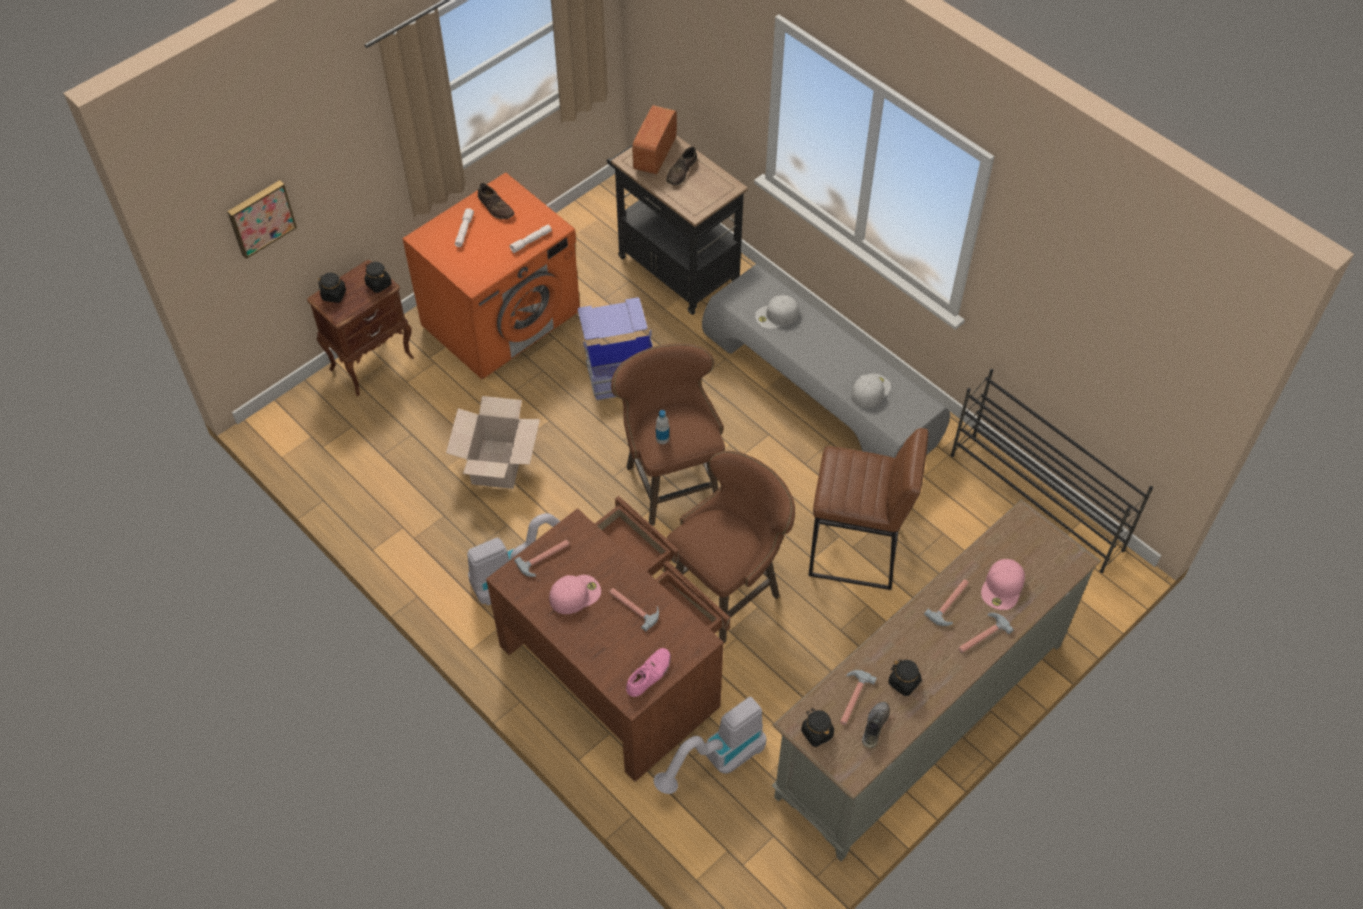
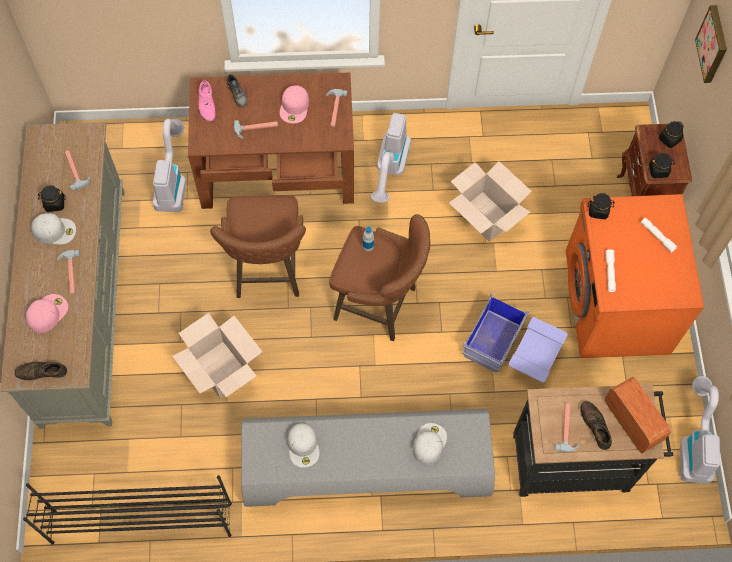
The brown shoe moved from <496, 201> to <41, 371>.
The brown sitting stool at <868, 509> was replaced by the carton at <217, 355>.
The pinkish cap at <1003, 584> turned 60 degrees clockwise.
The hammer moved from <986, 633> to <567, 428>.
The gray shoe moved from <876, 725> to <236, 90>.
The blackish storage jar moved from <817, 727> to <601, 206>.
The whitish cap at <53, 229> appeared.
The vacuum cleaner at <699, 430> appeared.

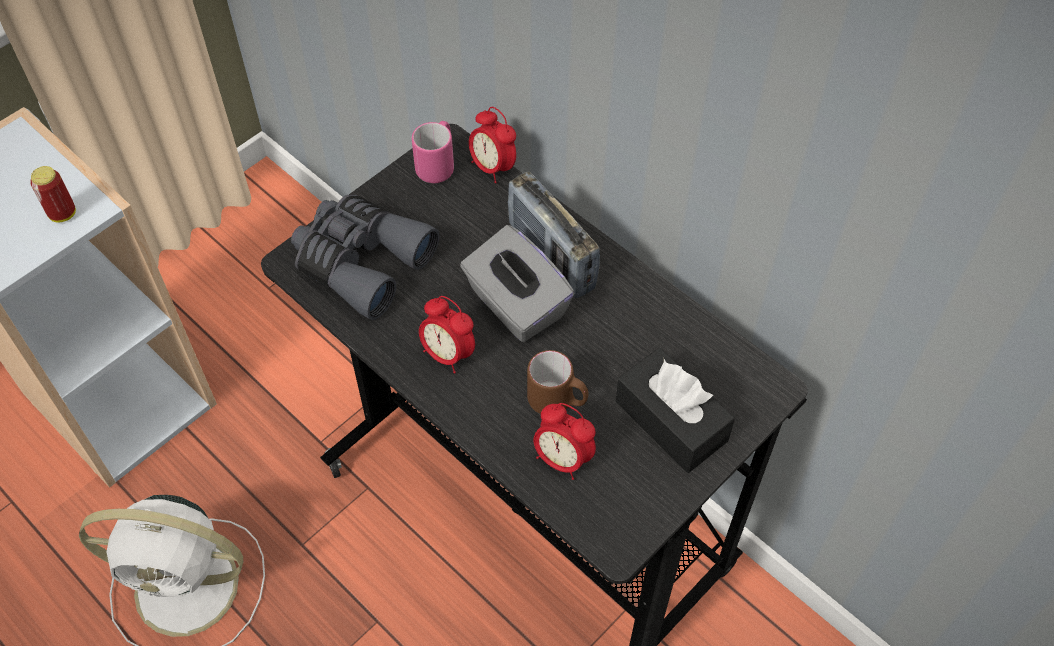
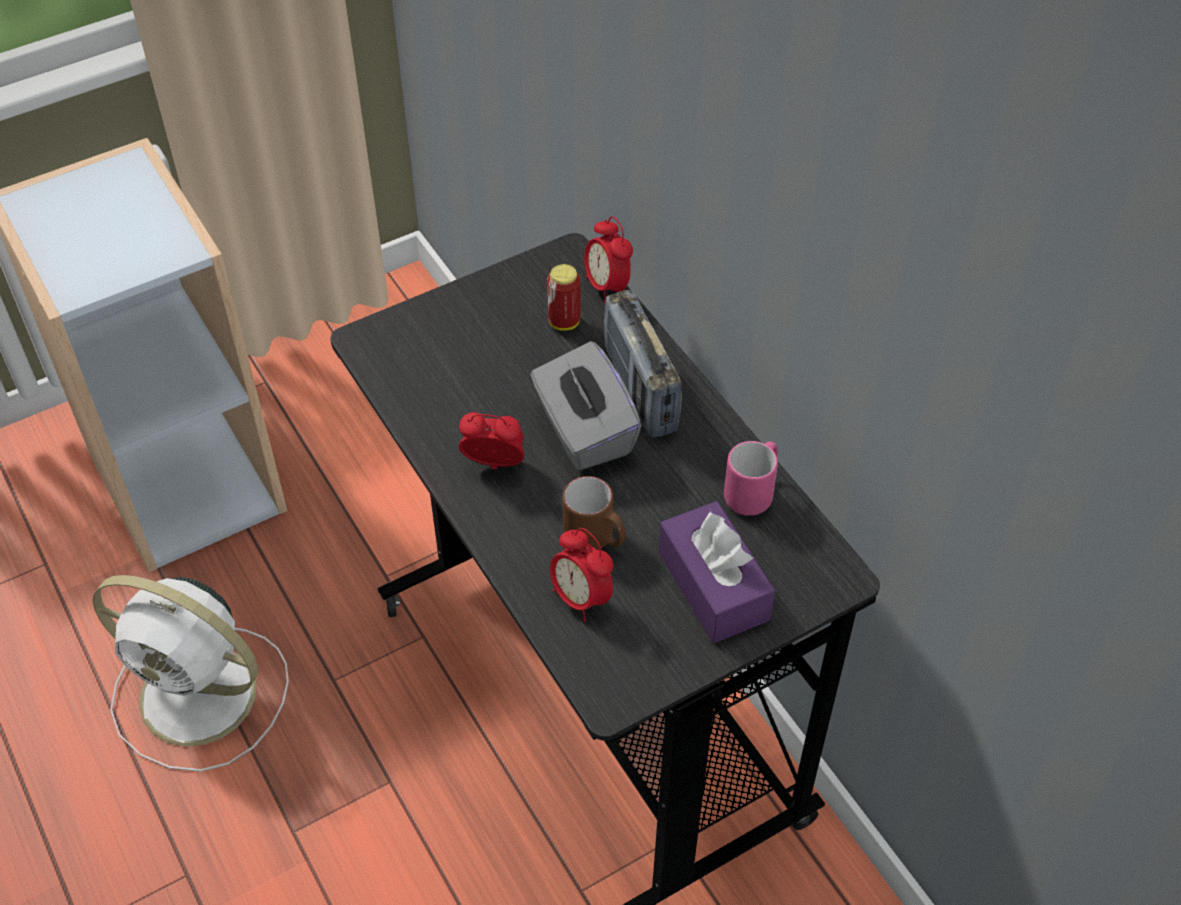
The pinkish tea mug moved from <433, 152> to <751, 478>.
The metal can moved from <53, 194> to <564, 297>.
The gray field glasses at <365, 257> disappeared.
The bedside clock at <447, 335> turned 135 degrees clockwise.
The blackish tissue holder at <675, 410> became the purple tissue holder at <717, 572>.

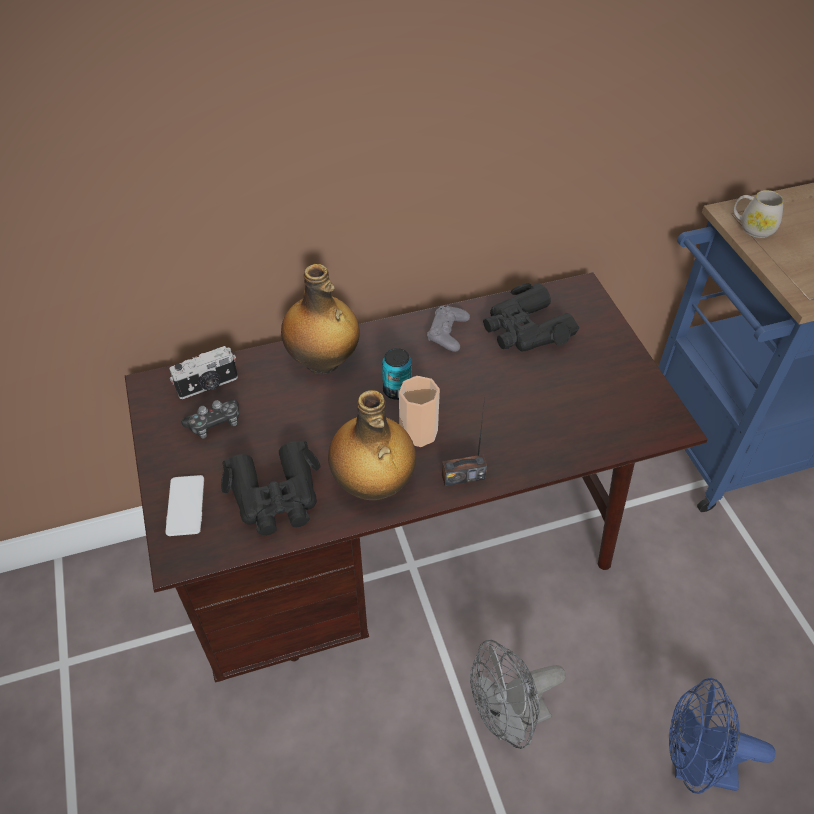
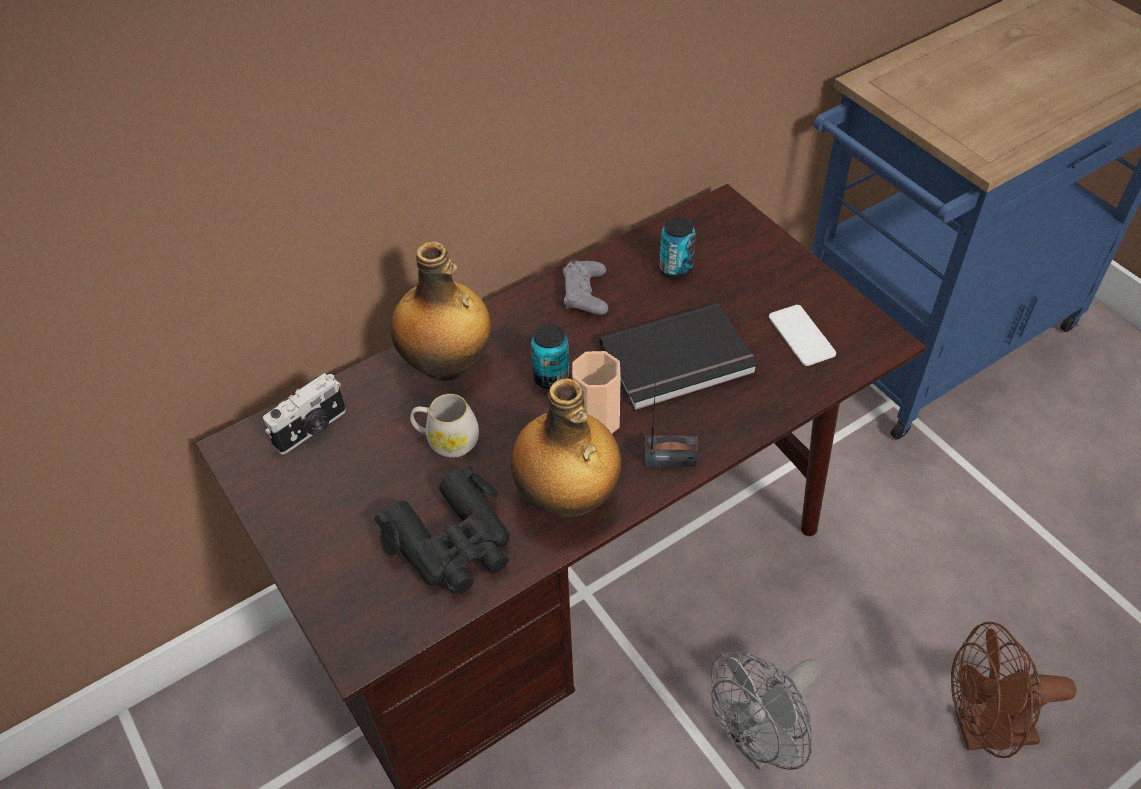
The whitish tea mug moved from <758, 214> to <444, 426>.
The blackish field glasses at <531, 317> was replaced by the metal can at <677, 248>.
The radio at <464, 442> turned 150 degrees counterclockwise.
The joypad at <210, 419> disappeared.
The phone moved from <185, 505> to <802, 335>.
The bluish fan at <722, 736> became the brown fan at <1014, 690>.
The blackish bound book at <679, 357> appeared.

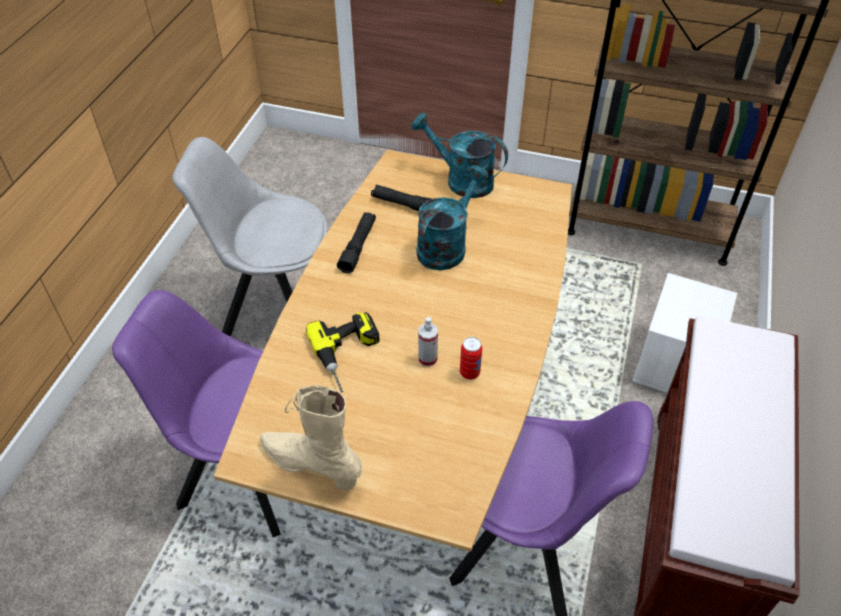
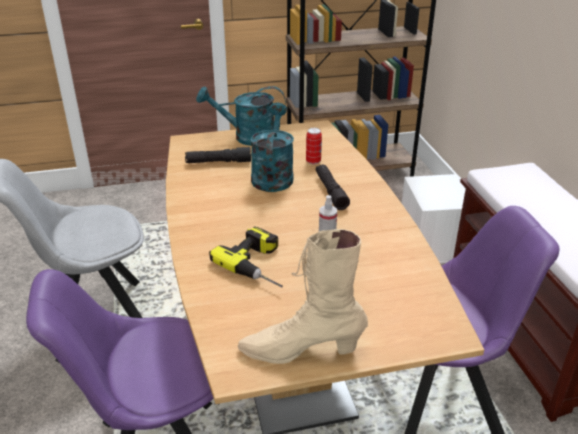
The blackish flashlight moved from <356, 242> to <333, 187>.
The metal can moved from <471, 358> to <314, 146>.

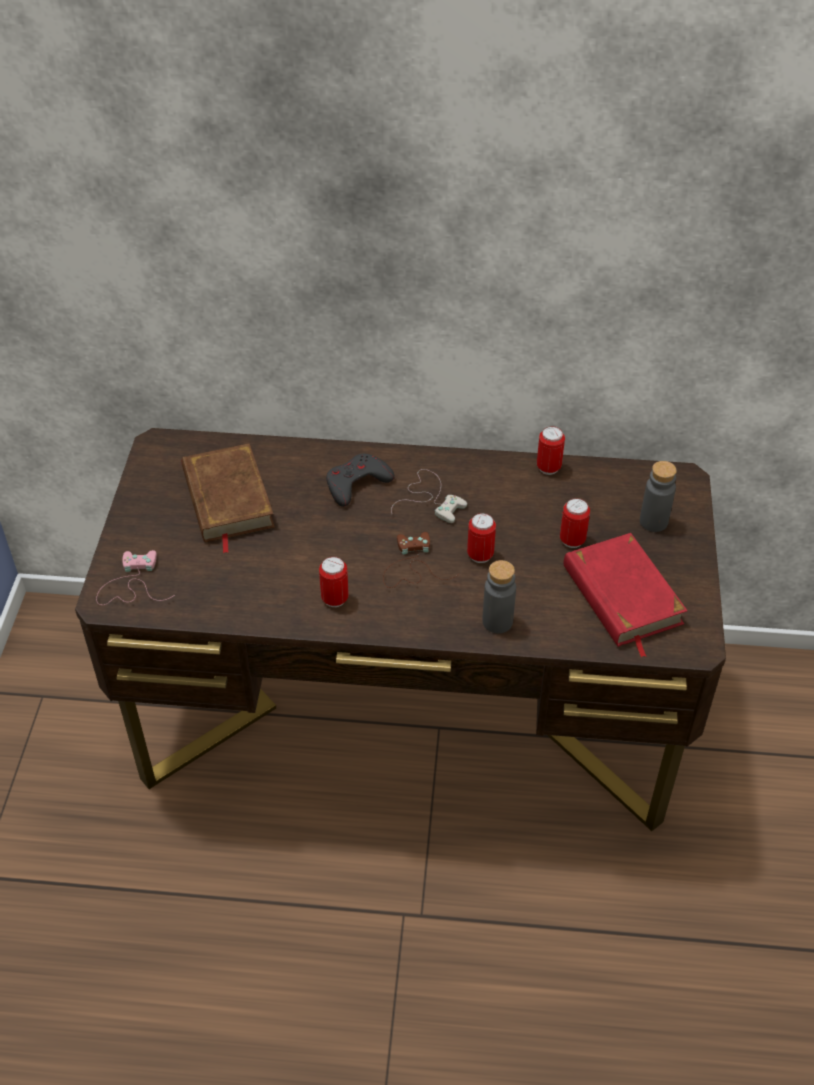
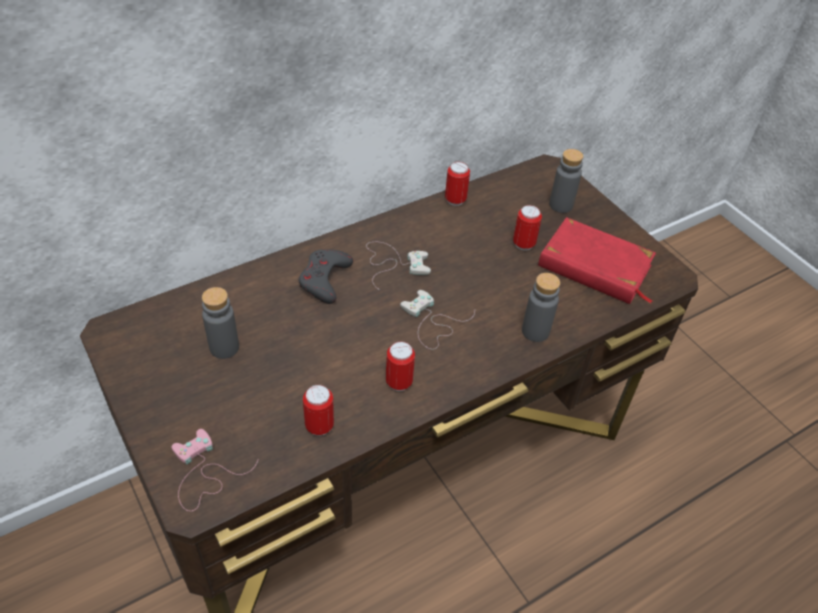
The brown bound book at <228, 498> was replaced by the gray beverage bottle at <220, 323>.
The metal can moved from <481, 538> to <318, 410>.
The brown joypad at <421, 560> became the whitish joypad at <437, 319>.

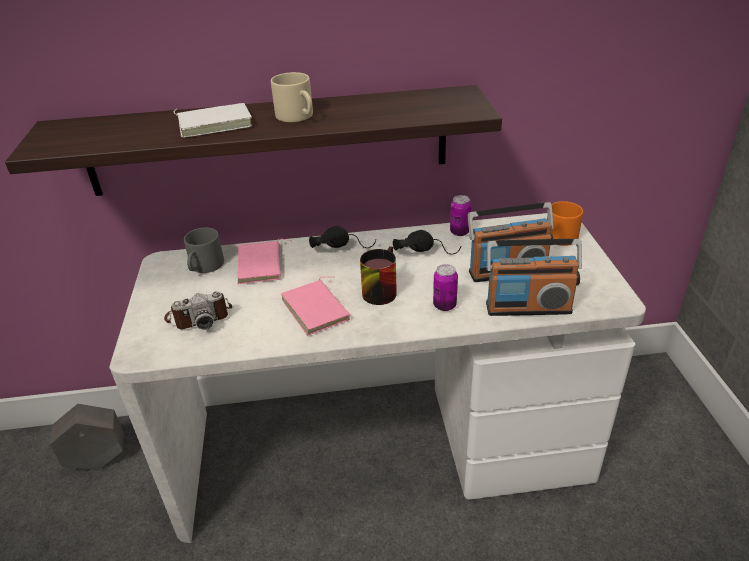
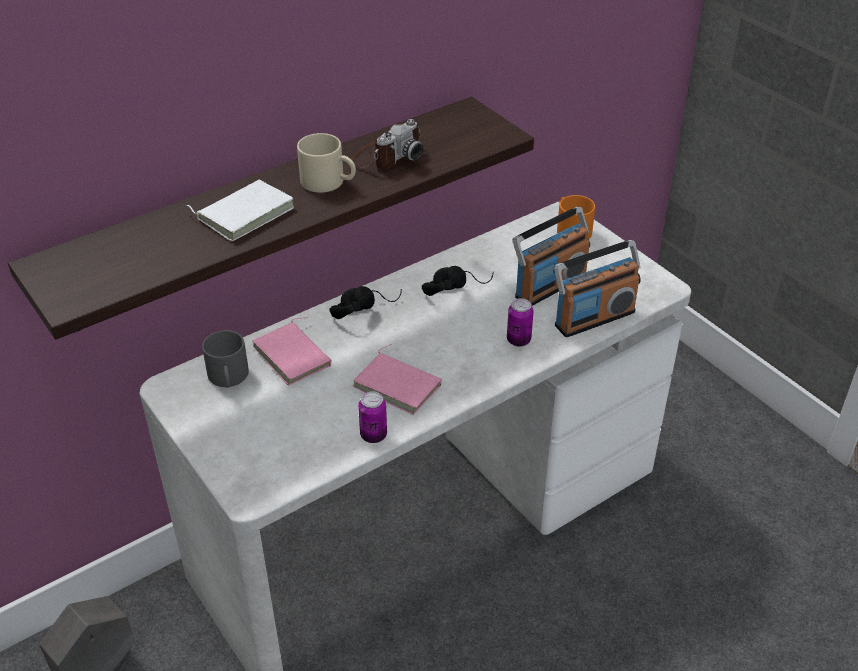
The metal can moved from <460, 215> to <372, 417>.
The tea mug at <378, 275> disappeared.
The still camera moved from <198, 310> to <387, 144>.

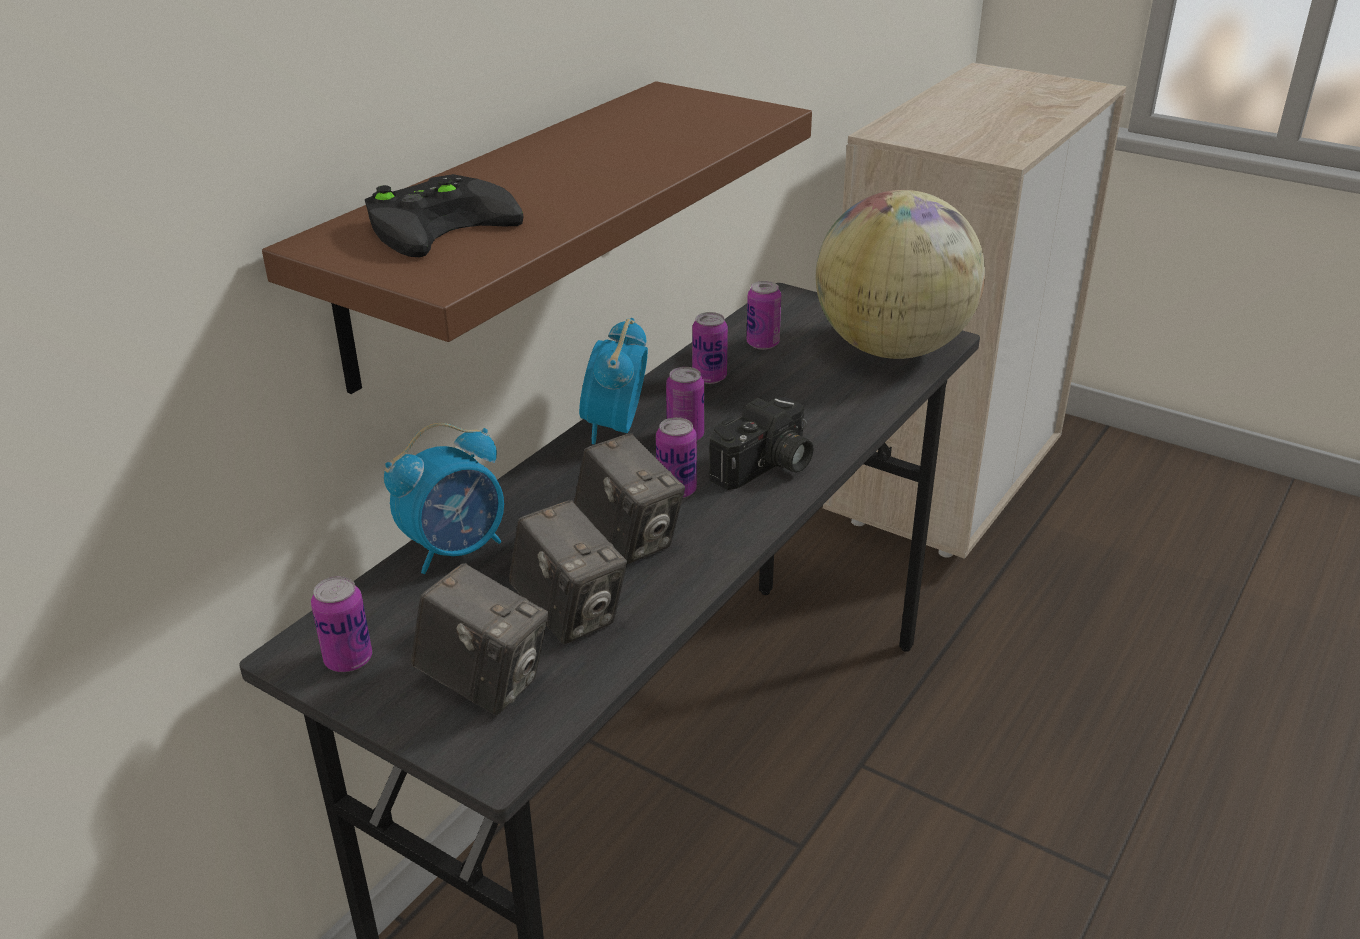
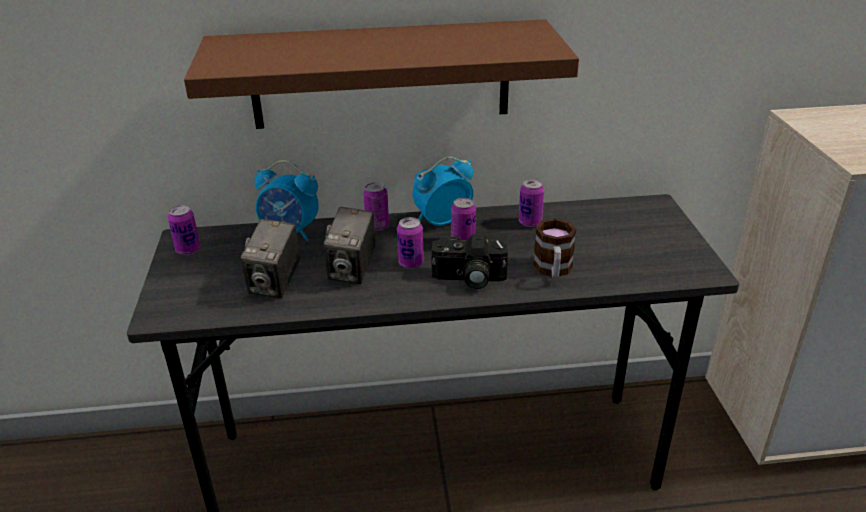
The blackish joypad at <444, 215> disappeared.
The desk globe at <900, 274> disappeared.
The metal can moved from <764, 315> to <376, 206>.
The still camera at <480, 639> disappeared.
The tea mug at <555, 248> appeared.

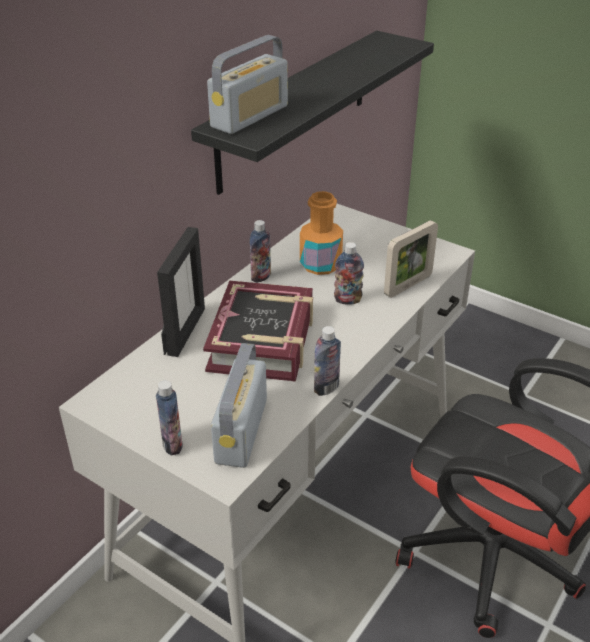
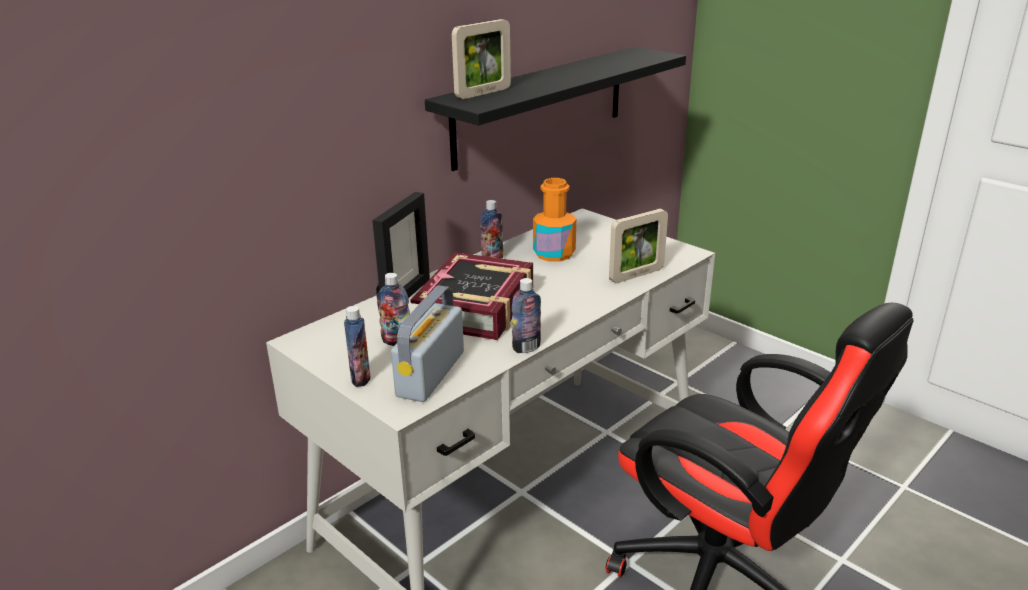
The radio at <247, 84> was replaced by the picture frame at <481, 59>.
The beverage bottle moved from <349, 273> to <393, 309>.

